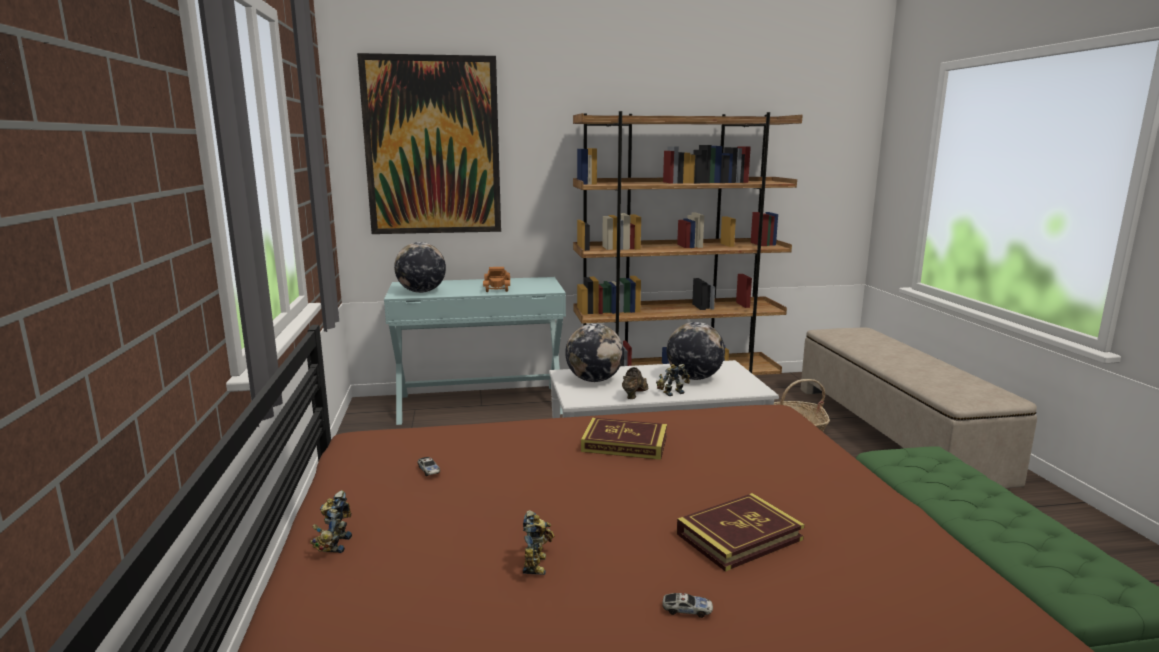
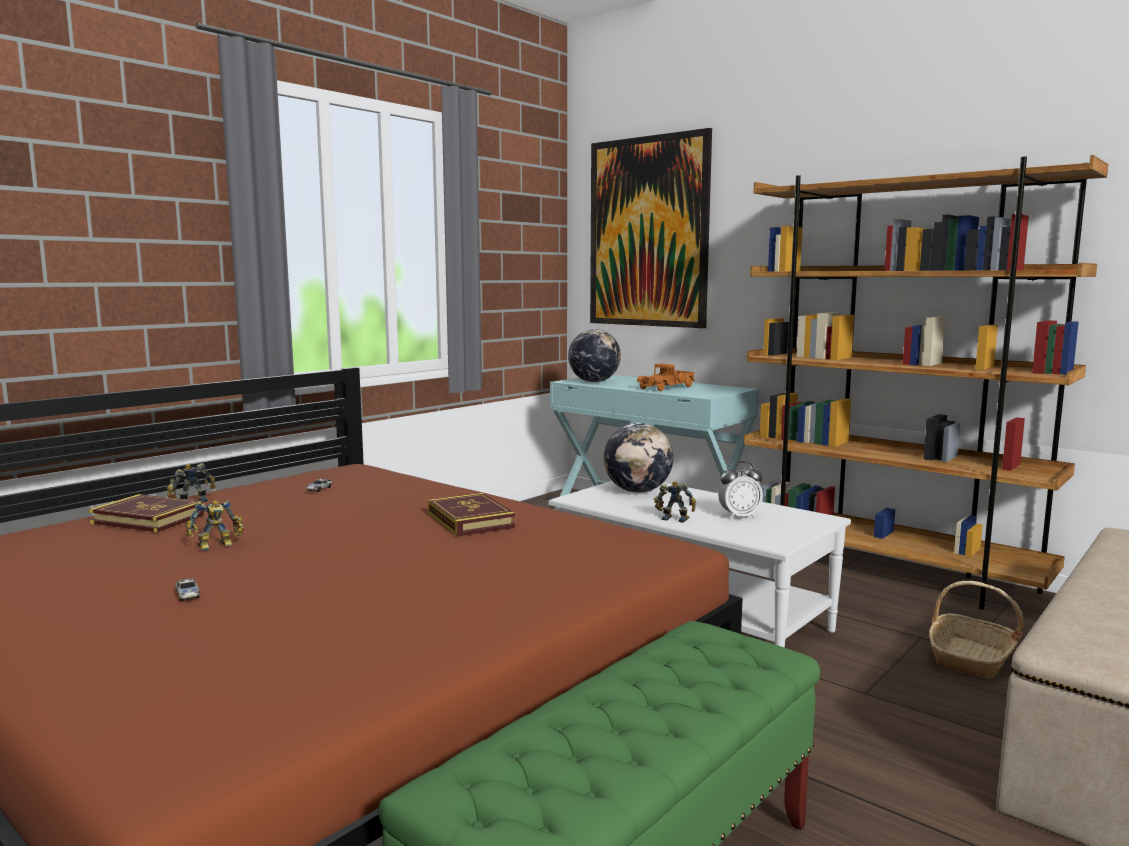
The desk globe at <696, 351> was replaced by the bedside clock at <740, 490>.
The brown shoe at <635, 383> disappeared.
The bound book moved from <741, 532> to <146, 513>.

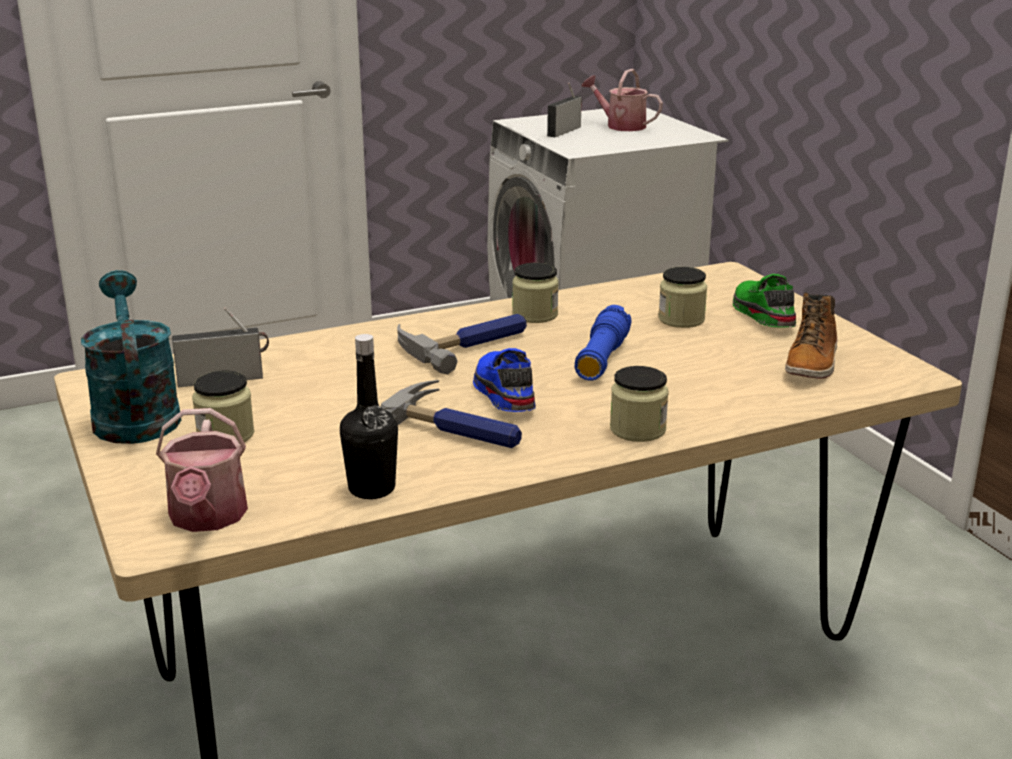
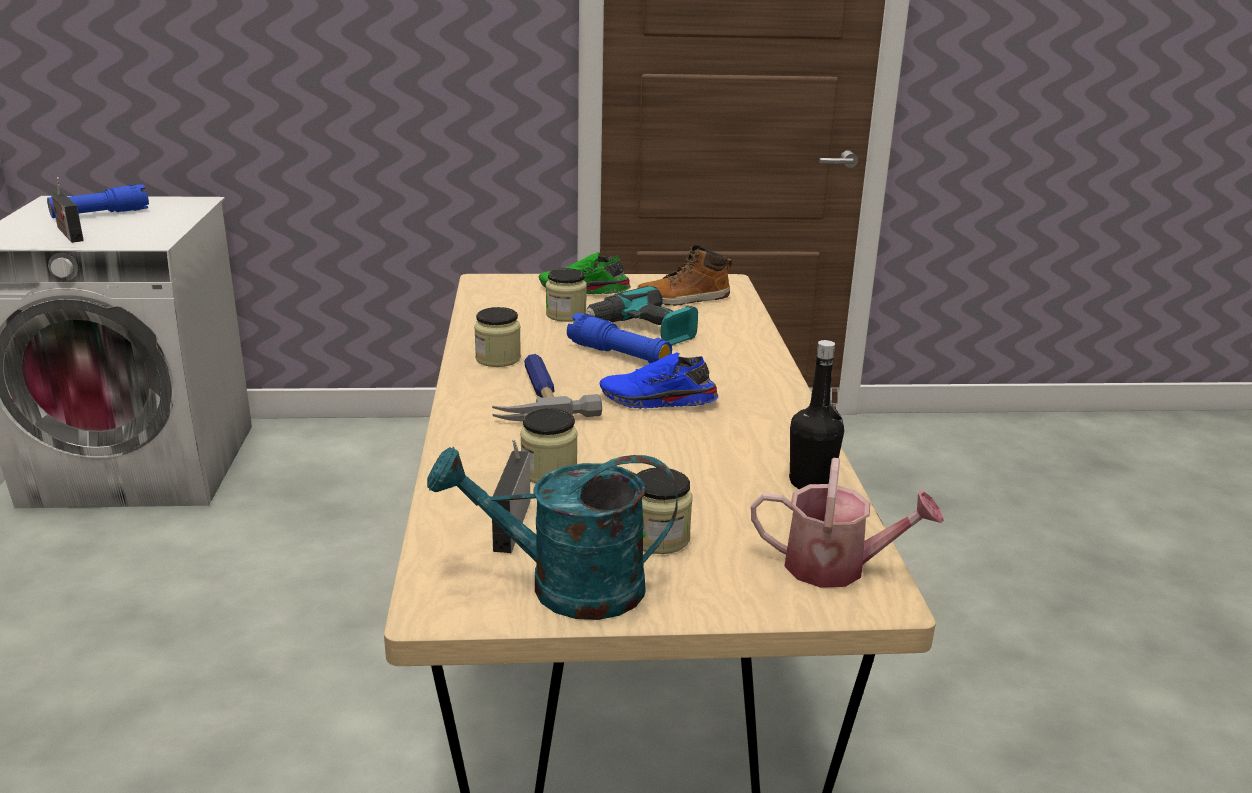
The watering pot at <622, 100> was replaced by the bluish flashlight at <98, 201>.
The high-top boot at <811, 335> turned 120 degrees clockwise.
The storage jar moved from <639, 404> to <549, 445>.
The hammer at <451, 414> disappeared.
The electric drill at <641, 315> appeared.

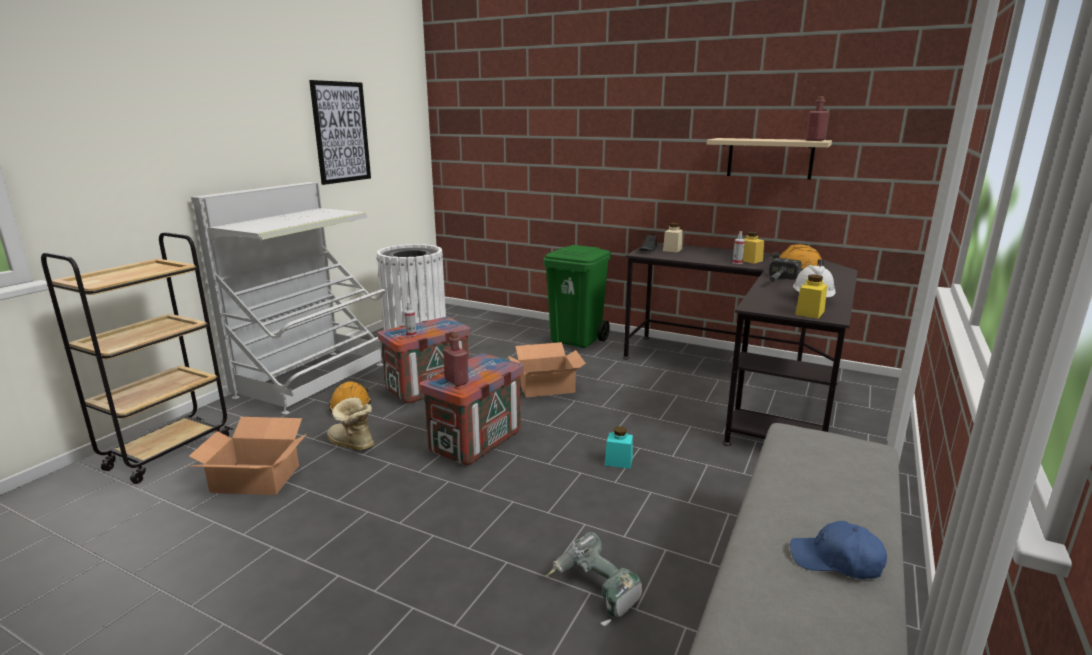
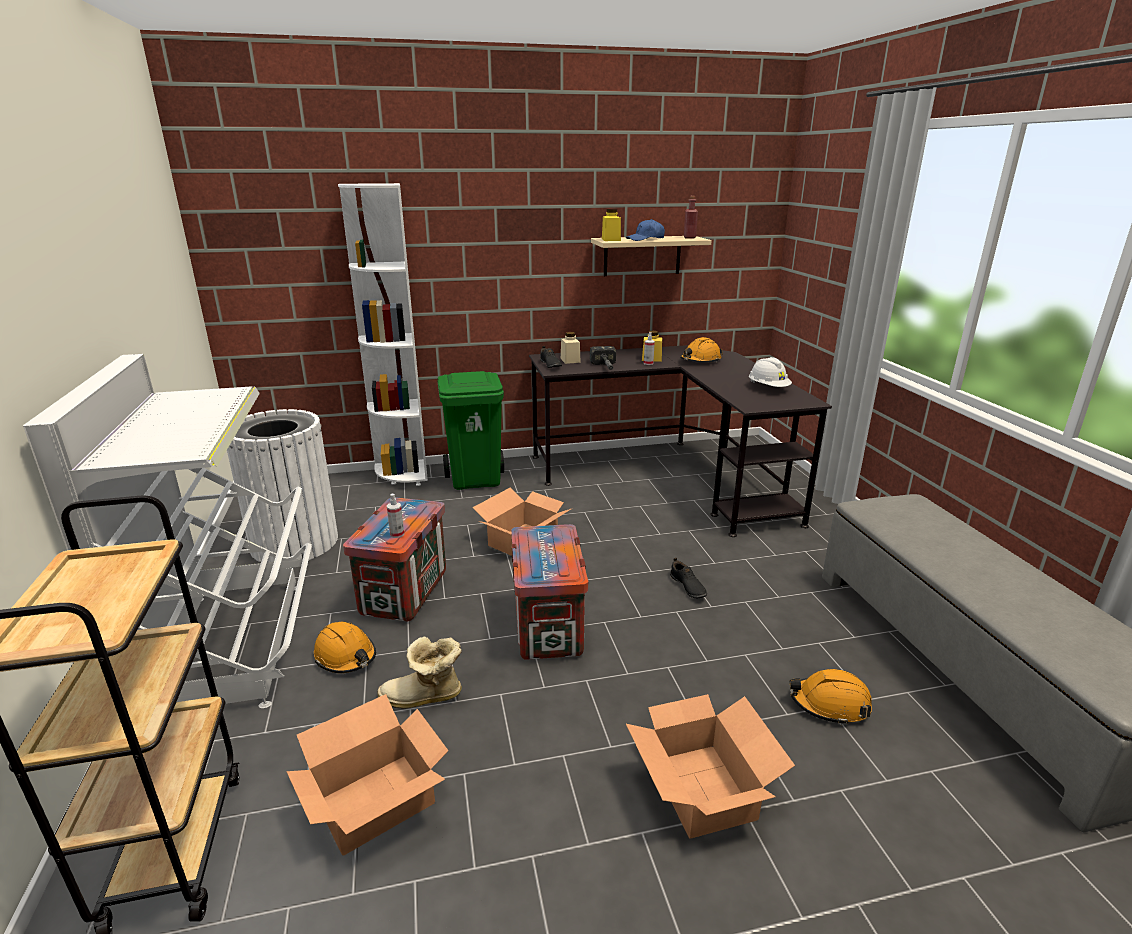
The wall art at <340, 132> disappeared.
The hammer moved from <785, 270> to <603, 358>.
The yellow storage jar moved from <811, 296> to <611, 225>.
The red-coloured beverage bottle at <456, 359> disappeared.
The turquoise storage jar at <619, 447> was replaced by the blackish shoe at <688, 578>.
The bluish cap moved from <838, 550> to <645, 230>.
The electric drill at <594, 579> was replaced by the orange work helmet at <831, 697>.
The whitish bookshelf at <383, 334> appeared.
The carton at <710, 766> appeared.

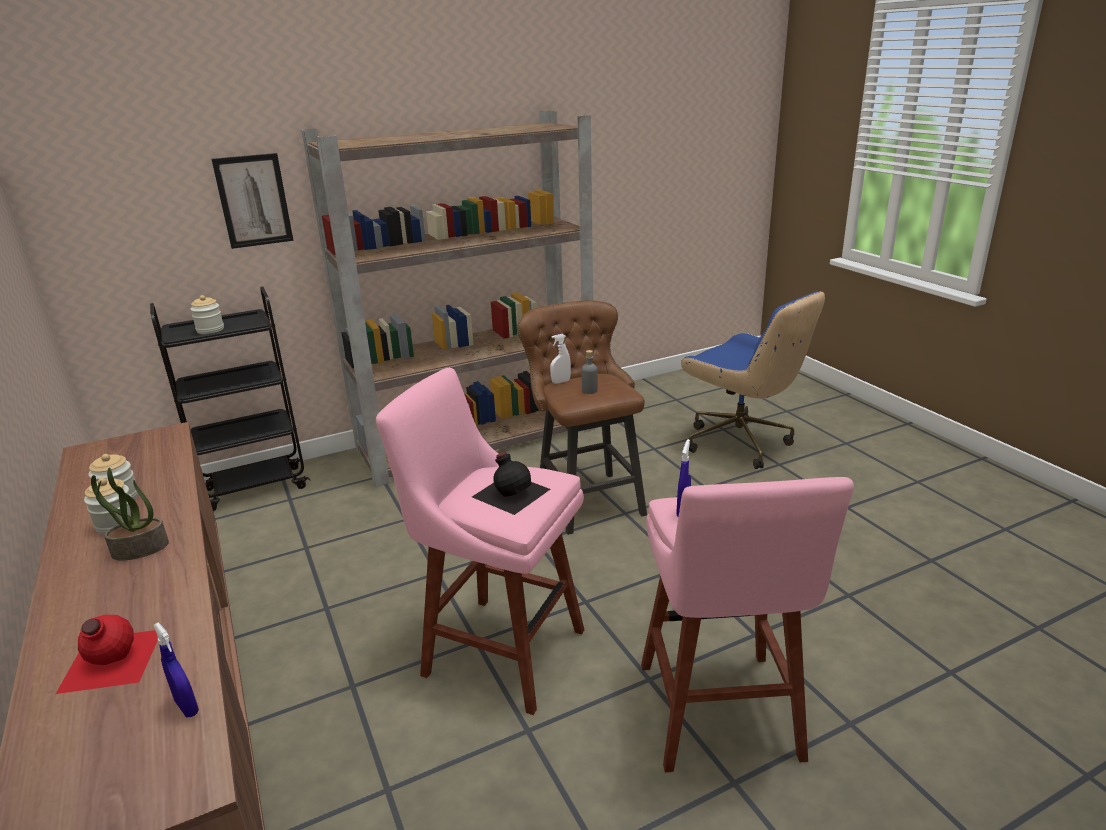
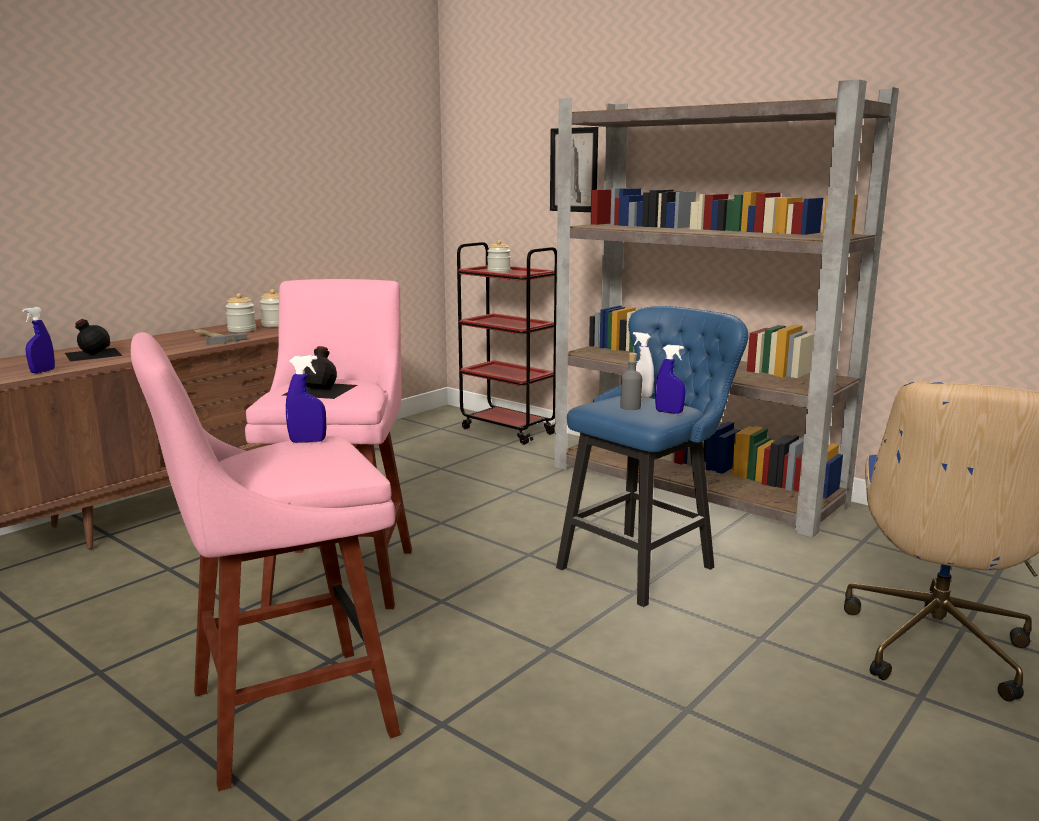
The blackish trolley at <230, 398> became the red-coloured trolley at <507, 343>.
The brown sitting stool at <582, 417> became the bluish sitting stool at <652, 456>.
The plant in a pot at <130, 514> was replaced by the hammer at <220, 337>.
The red-coloured beverage bottle at <107, 654> became the blackish beverage bottle at <93, 340>.
The bluish spray bottle at <670, 379> appeared.

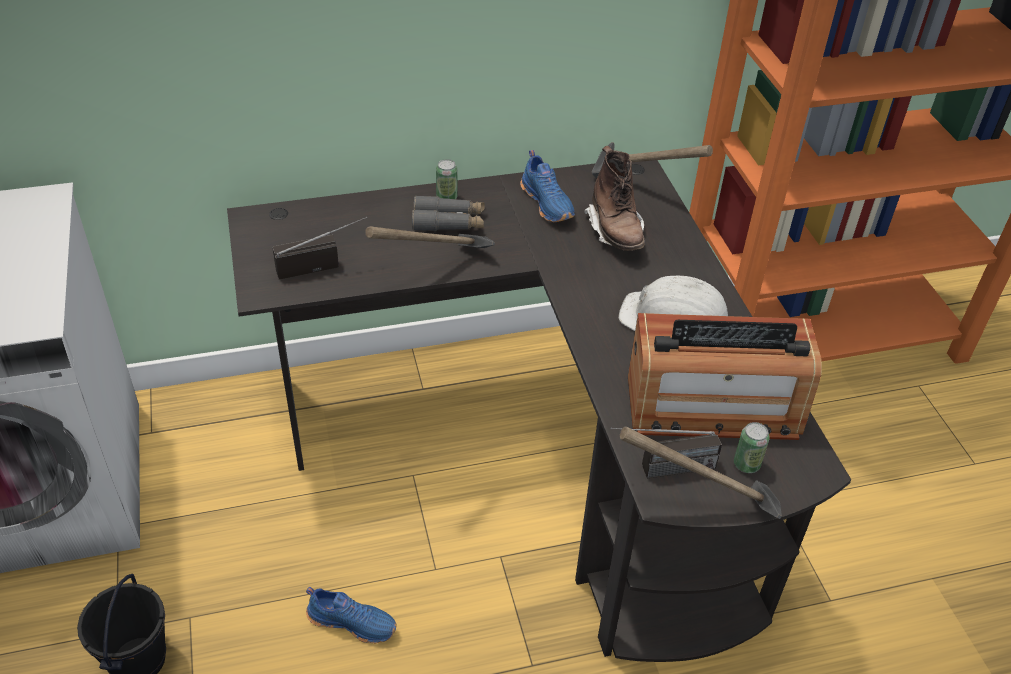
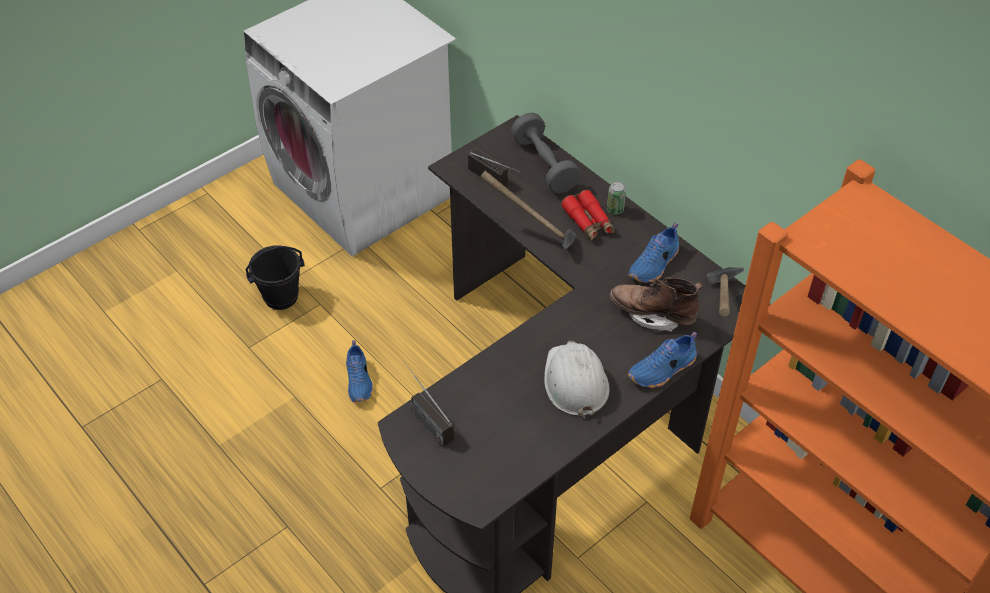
The brown high-top boot at <614, 198> turned 60 degrees clockwise.
The gray field glasses at <448, 213> became the red-coloured field glasses at <588, 215>.
The radio at <725, 376> disappeared.
The metal can at <752, 447> disappeared.
The hammer at <701, 473> disappeared.
The gray dumbbell at <546, 153> appeared.
The bluish shoe at <663, 360> appeared.

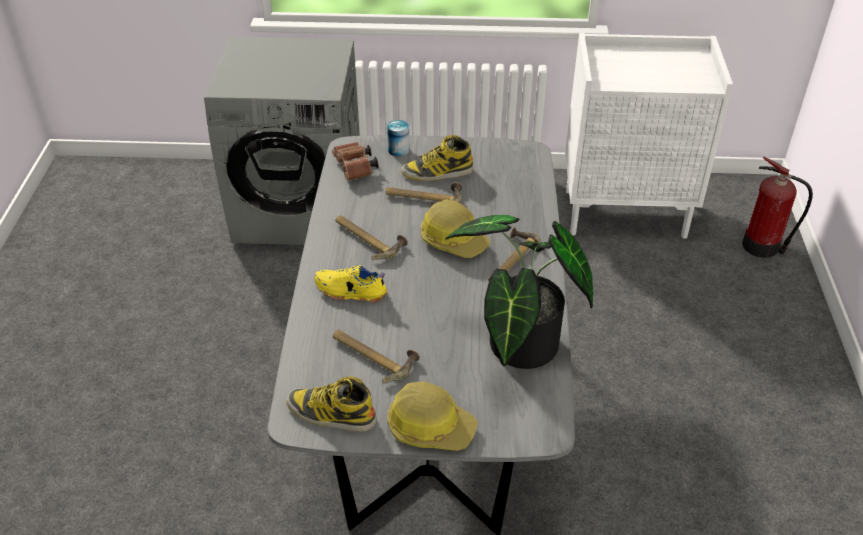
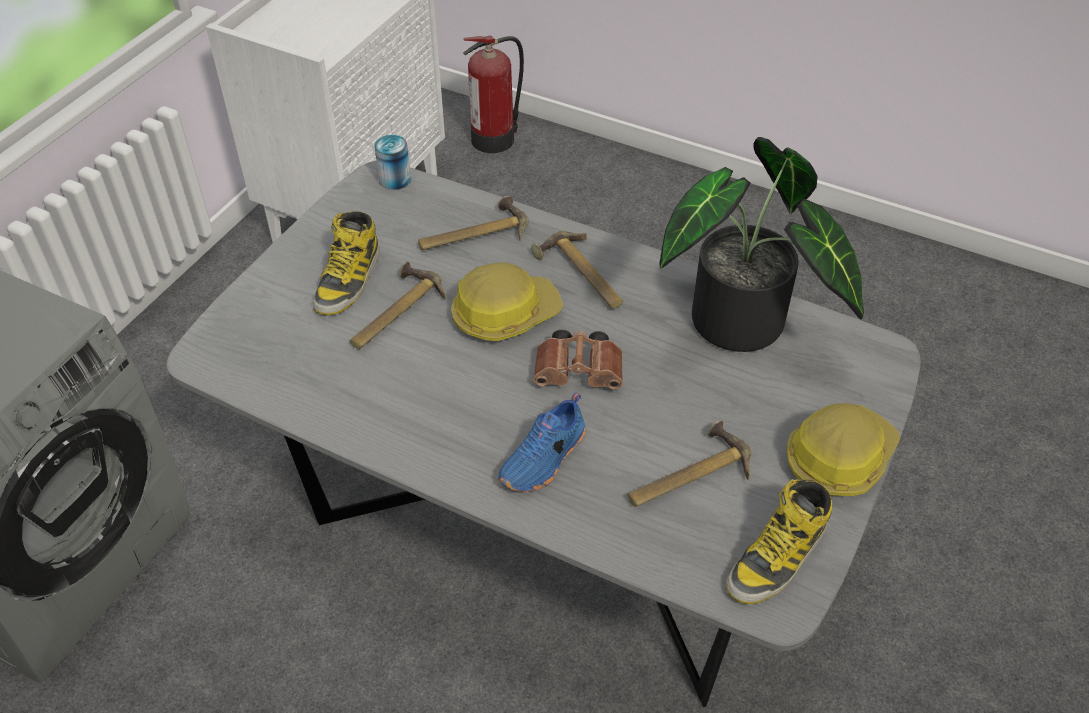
The metal can moved from <398, 138> to <392, 162>.
The brown field glasses moved from <355, 161> to <578, 360>.
The hammer moved from <371, 237> to <473, 223>.
The yellow shoe at <351, 284> became the bluish shoe at <541, 442>.

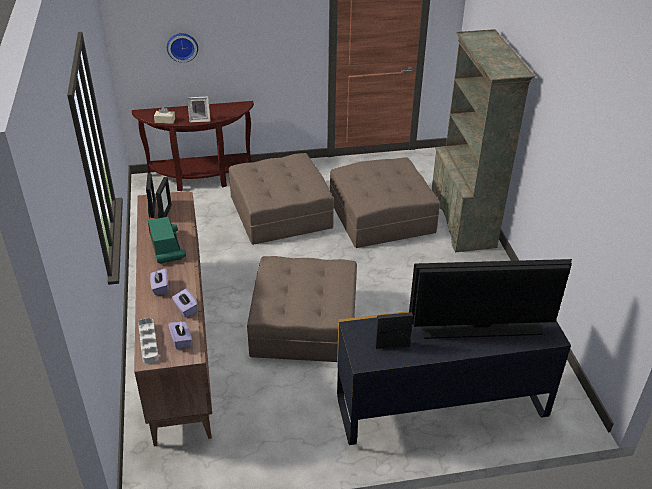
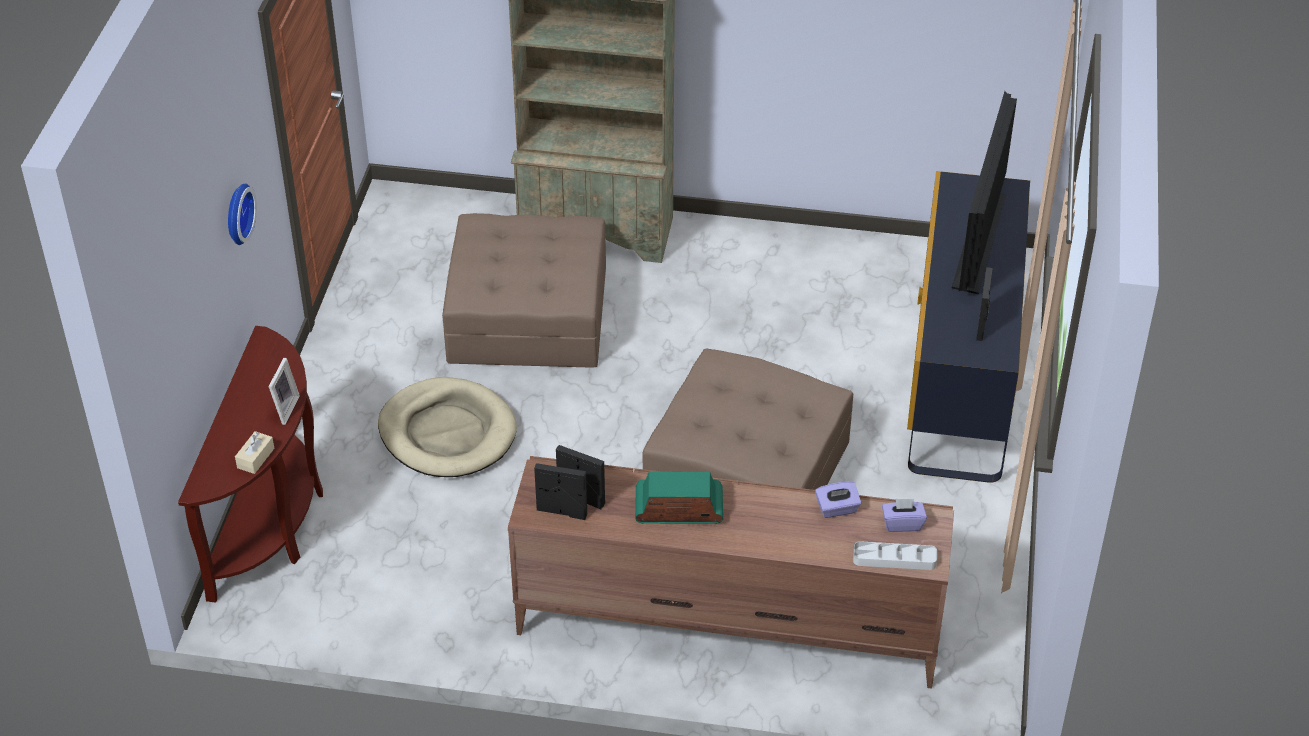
The wall clock moved from <182, 48> to <242, 214>.
The brown ottoman at <281, 199> was replaced by the sand-coloured dog bed at <447, 427>.
The purple tissue holder at <159, 281> disappeared.

